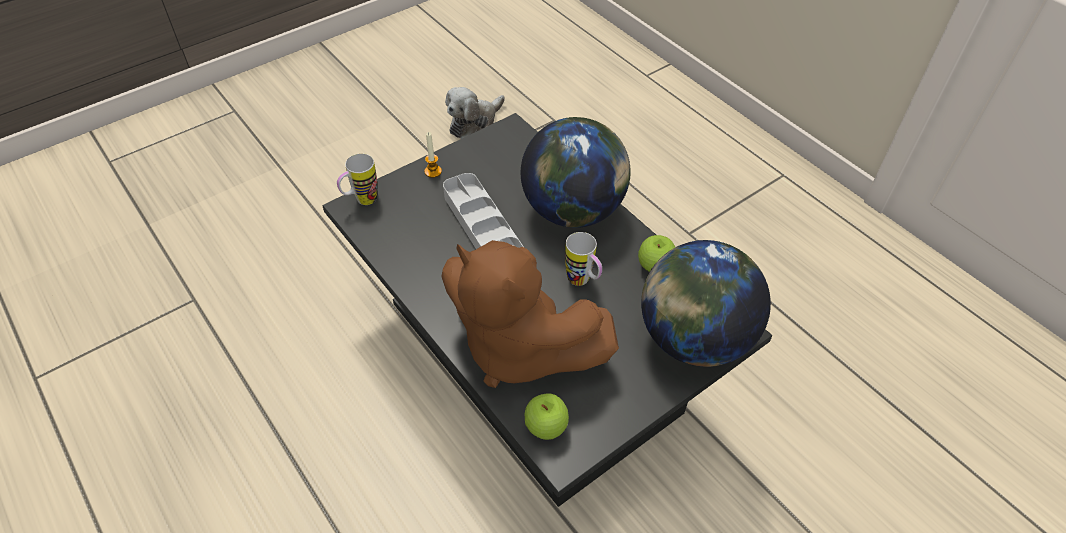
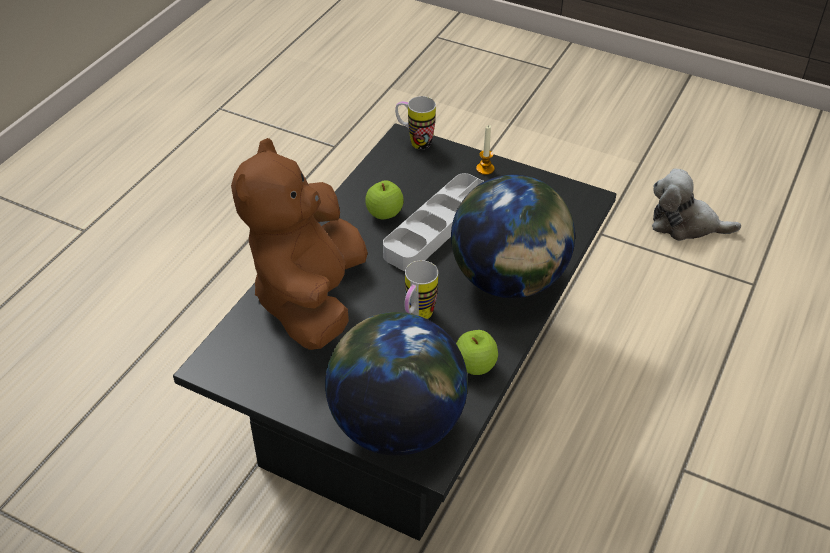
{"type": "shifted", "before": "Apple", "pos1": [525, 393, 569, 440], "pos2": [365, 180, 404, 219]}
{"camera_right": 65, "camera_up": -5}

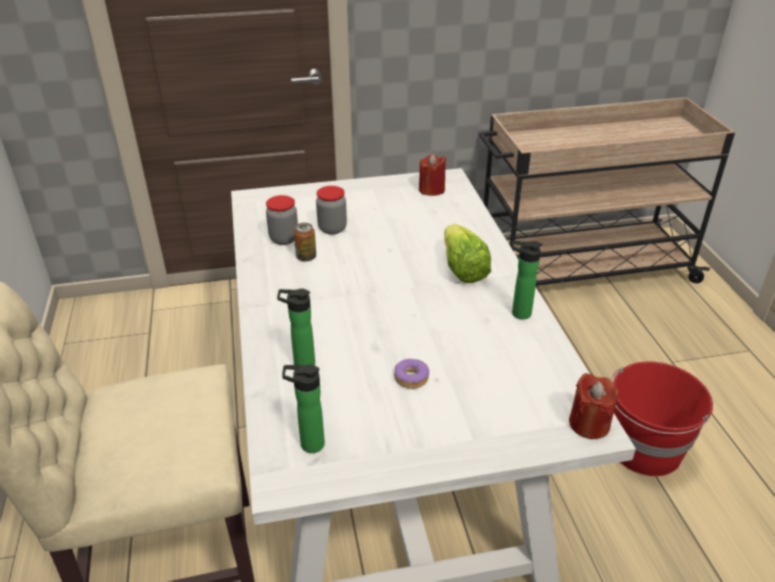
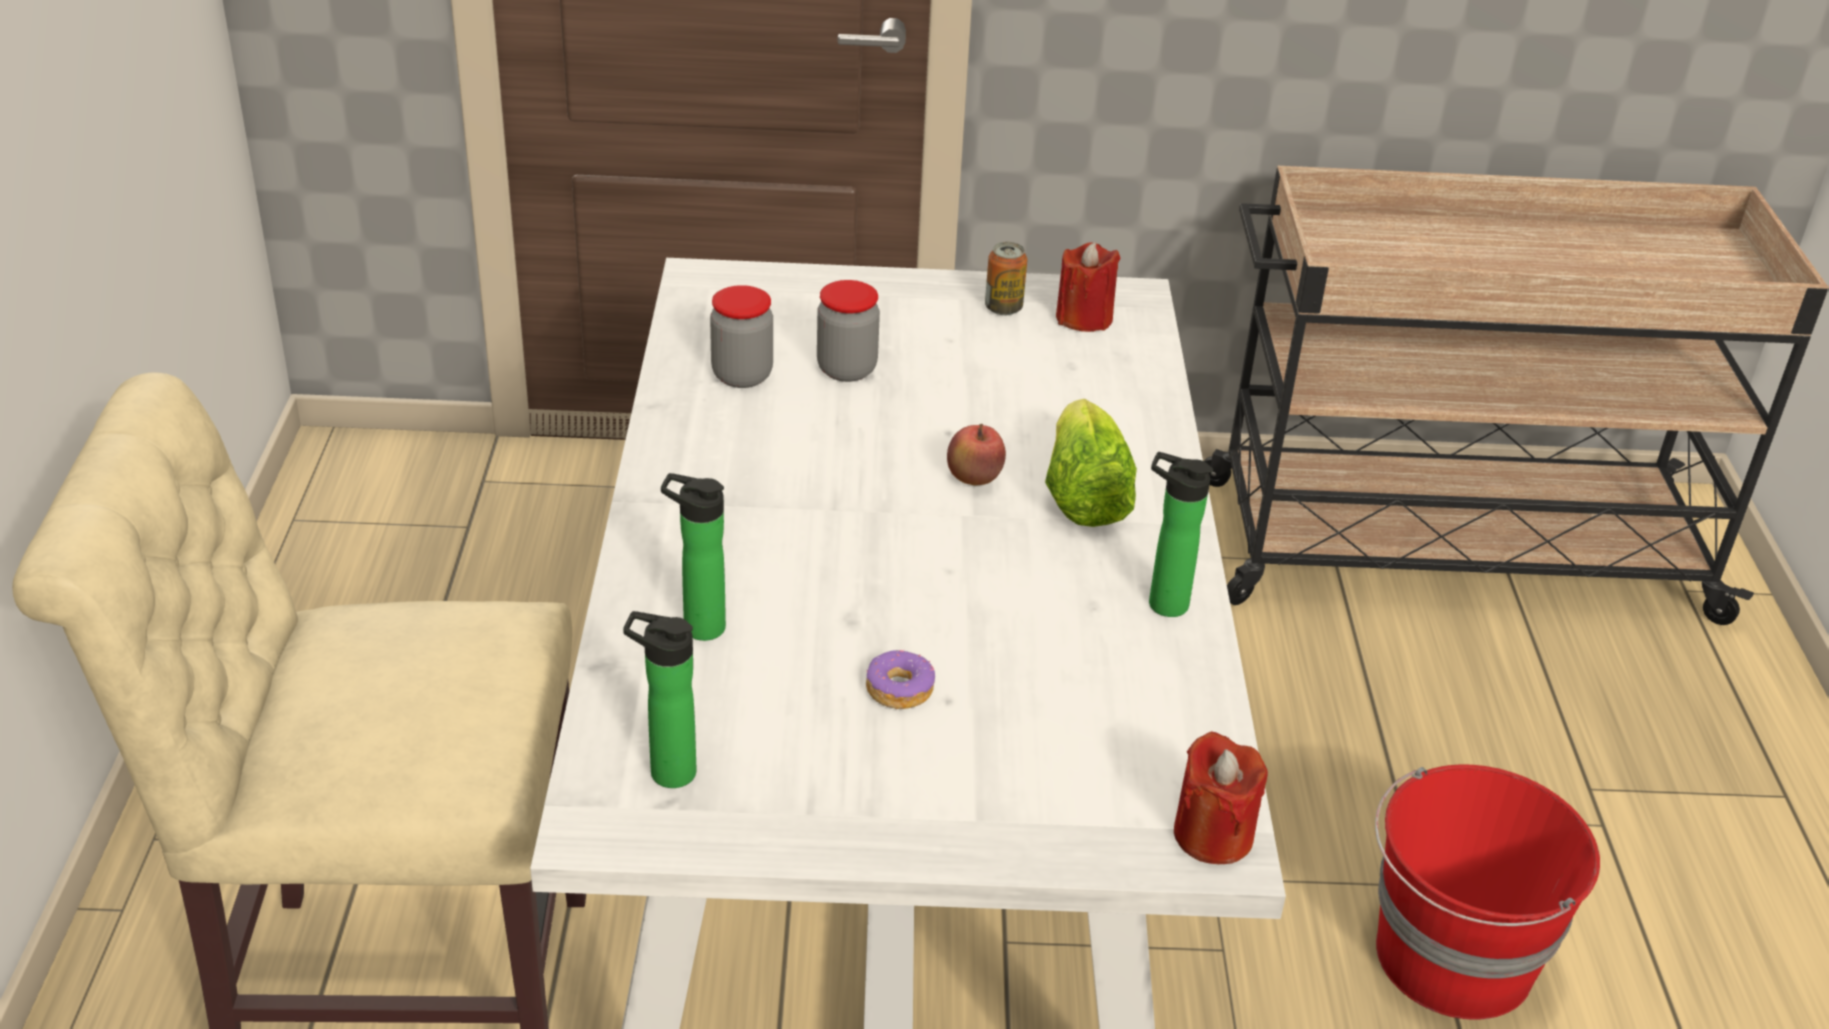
{"type": "new", "after": "Apple", "pos2": [947, 424, 1006, 485]}
{"type": "shifted", "before": "Can", "pos1": [294, 223, 316, 262], "pos2": [985, 242, 1027, 315]}
{"camera_right": 10, "camera_up": 0}

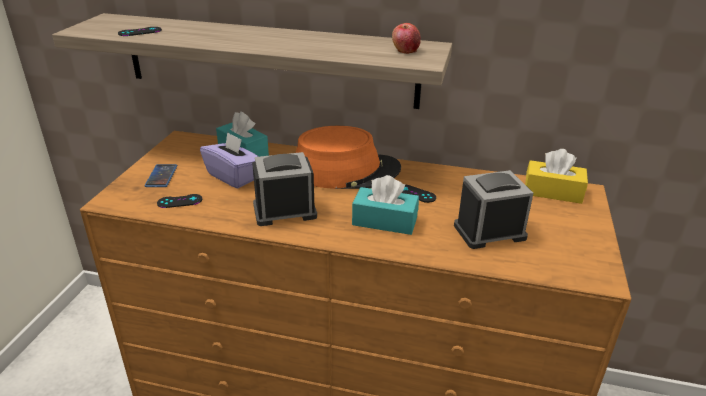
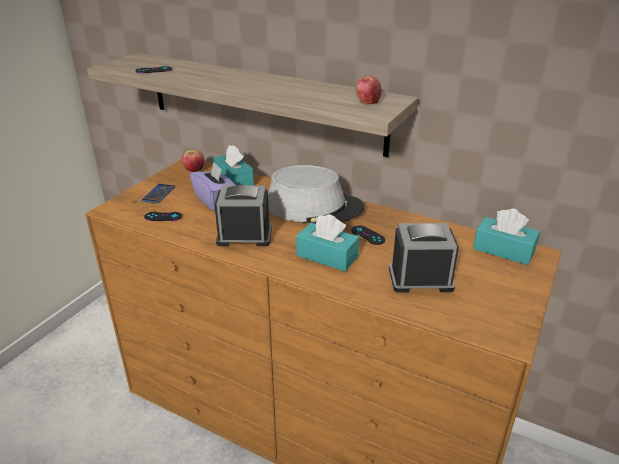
{"type": "new", "after": "Apple", "pos2": [182, 150, 205, 172]}
{"type": "repainted", "before": "OrangeHat", "after": "GreyHat", "pos1": [295, 126, 401, 189], "pos2": [268, 165, 364, 224]}
{"type": "repainted", "before": "YellowTissueBox", "after": "TurquoiseTissueBox", "pos1": [525, 149, 588, 204], "pos2": [473, 209, 540, 265]}
{"camera_right": 15, "camera_up": 0}

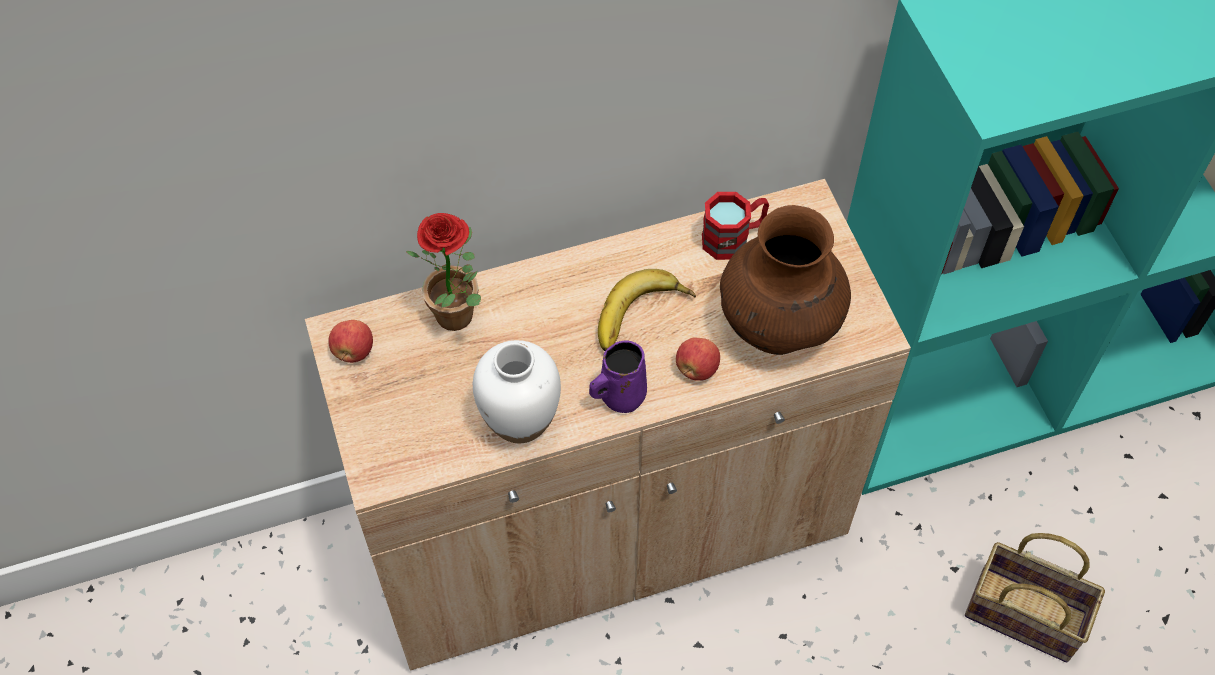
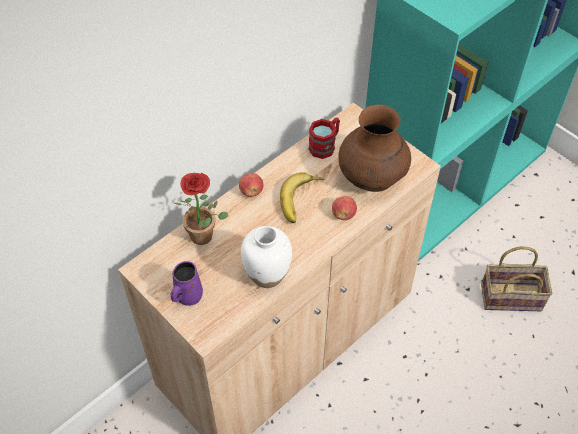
{"type": "shifted", "before": "PurpleMug", "pos1": [589, 340, 647, 413], "pos2": [170, 261, 203, 306]}
{"type": "shifted", "before": "Apple", "pos1": [329, 320, 373, 363], "pos2": [239, 173, 263, 197]}
{"camera_right": -25, "camera_up": -5}

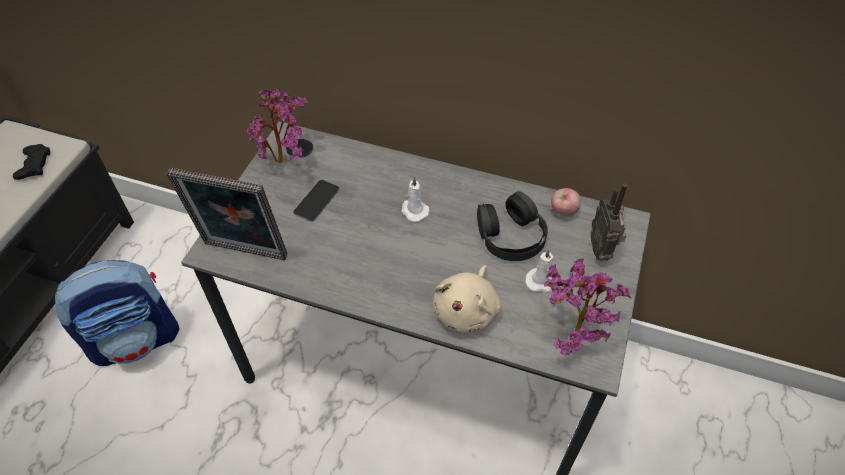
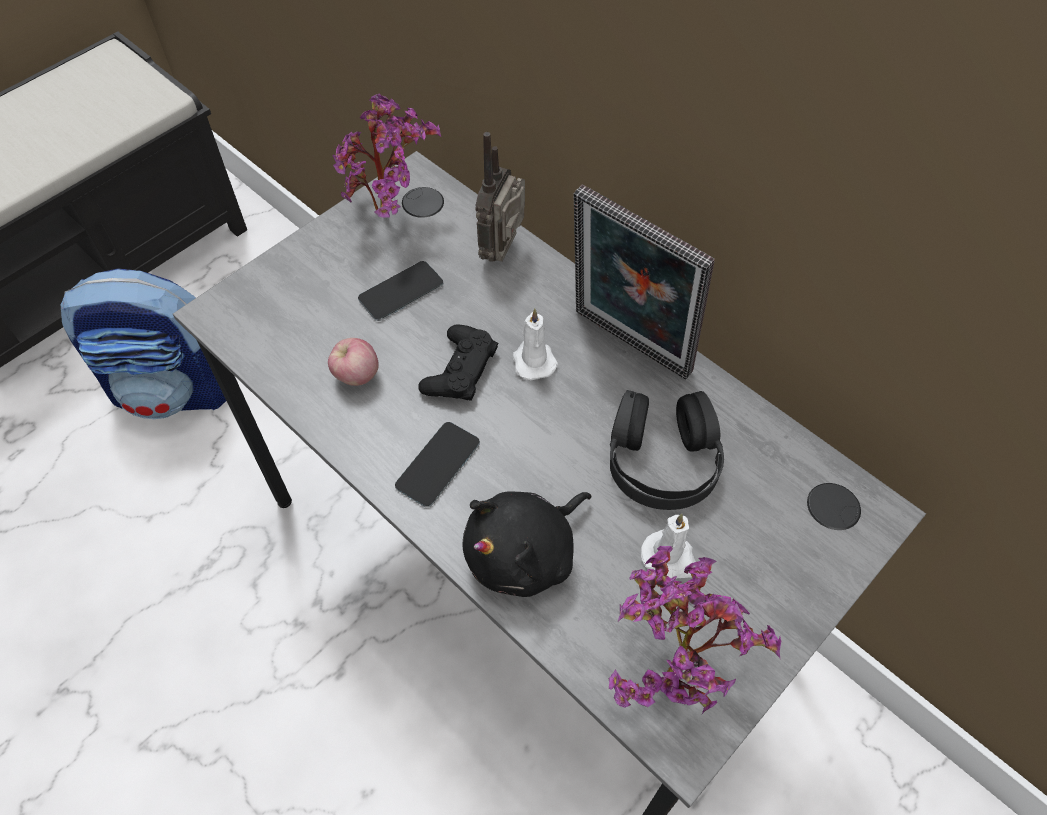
{"type": "shifted", "before": "Apple", "pos1": [551, 188, 581, 216], "pos2": [328, 338, 379, 386]}
{"type": "new", "after": "Phone", "pos2": [395, 422, 480, 507]}
{"type": "shifted", "before": "BlackGameController", "pos1": [13, 144, 50, 180], "pos2": [418, 324, 498, 401]}
{"type": "repainted", "before": "BeigePlushToy", "after": "BlackPlushToy", "pos1": [433, 265, 501, 333], "pos2": [462, 492, 591, 597]}
{"type": "shifted", "before": "Radio", "pos1": [591, 183, 627, 261], "pos2": [475, 132, 525, 262]}
{"type": "shifted", "before": "PictureFrame", "pos1": [167, 168, 287, 260], "pos2": [574, 185, 715, 380]}
{"camera_right": 25, "camera_up": 5}

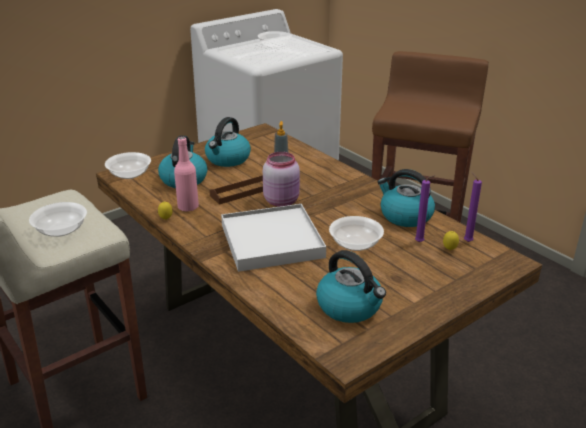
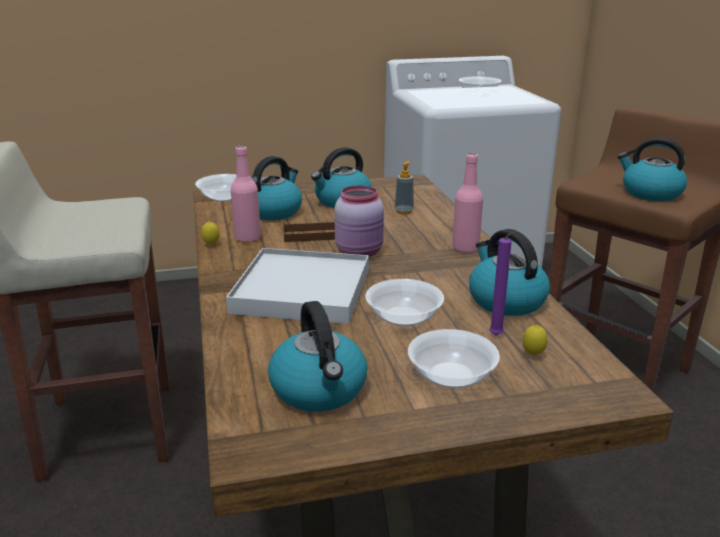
{"type": "shifted", "before": "Bowl", "pos1": [29, 202, 87, 237], "pos2": [408, 329, 500, 388]}
{"type": "new", "after": "PinkBottle", "pos2": [452, 153, 483, 253]}
{"type": "new", "after": "Kettle", "pos2": [618, 137, 687, 201]}
{"type": "gone", "before": "PurpleCandle", "pos1": [464, 172, 482, 242]}
{"camera_right": 25, "camera_up": -5}

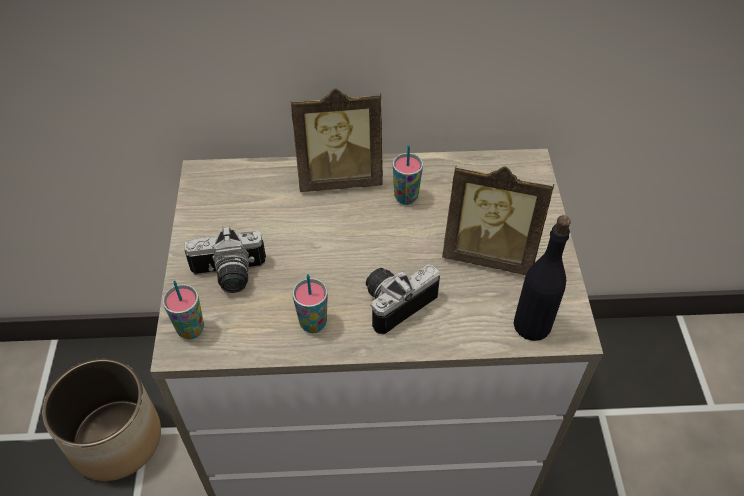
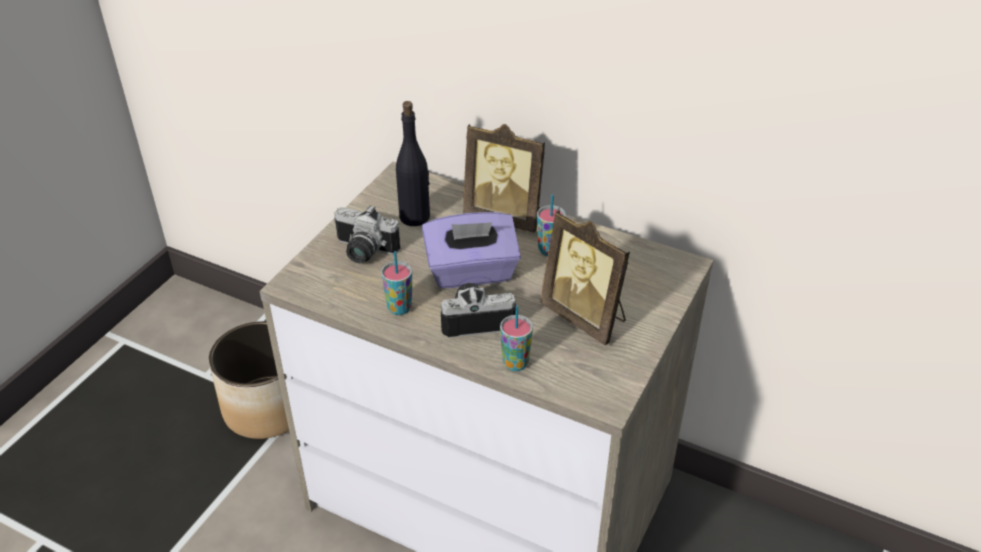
{"type": "shifted", "before": "BlackBottle", "pos1": [514, 215, 571, 341], "pos2": [396, 101, 430, 226]}
{"type": "new", "after": "PurpleTissueBox", "pos2": [422, 212, 521, 288]}
{"type": "shifted", "before": "Cup", "pos1": [163, 281, 204, 339], "pos2": [500, 306, 533, 371]}
{"camera_right": 30, "camera_up": -10}

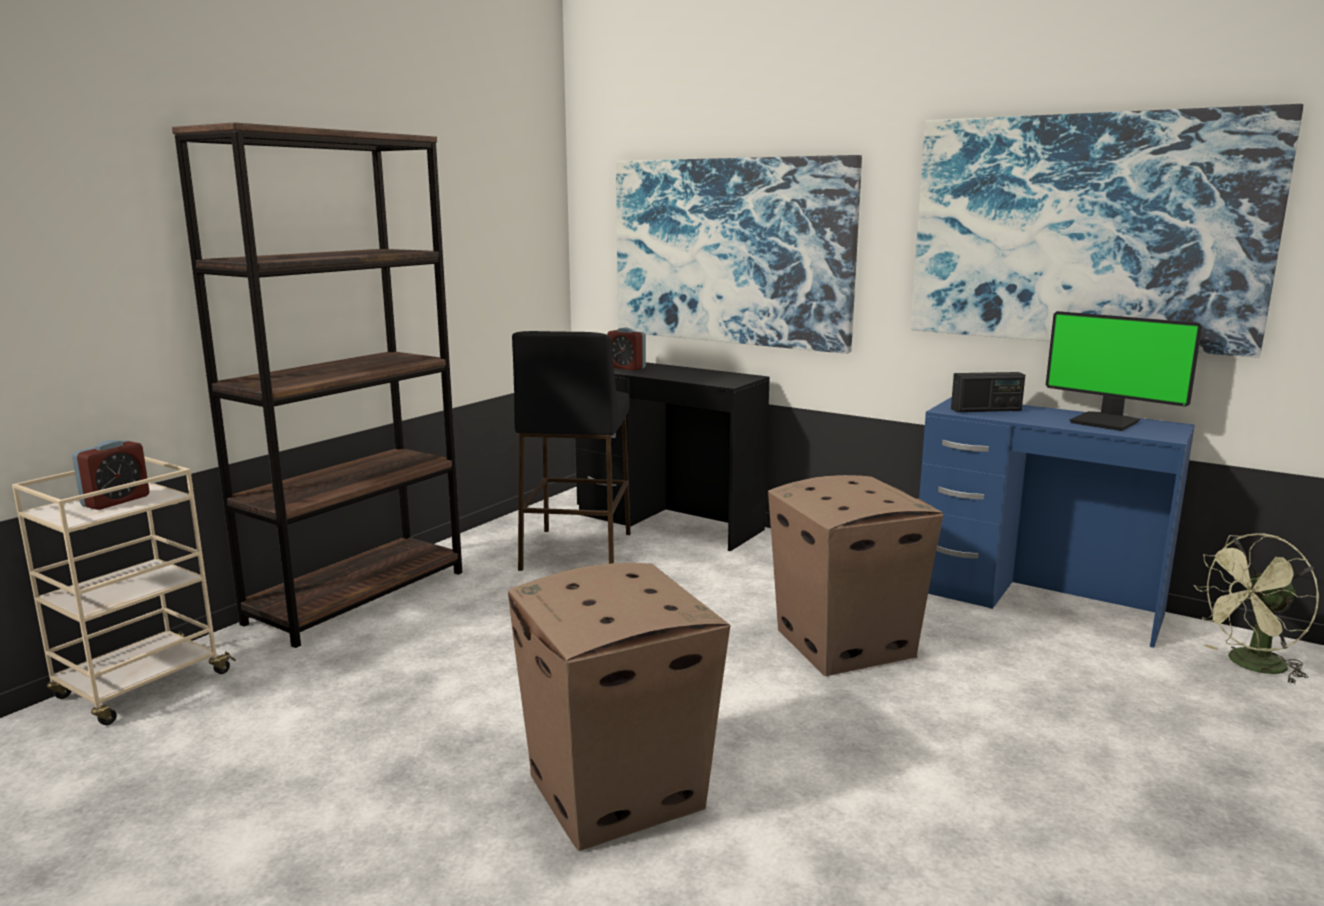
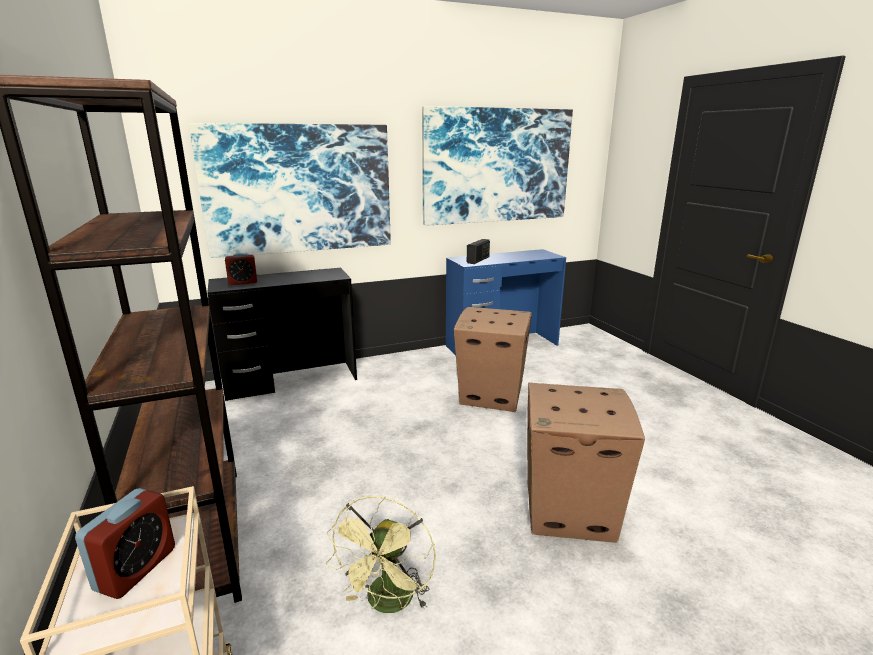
{"type": "rotated", "before": "AlarmClock", "pos1": [72, 440, 150, 510], "pos2": [75, 488, 175, 599], "turn": 45}
{"type": "shifted", "before": "GreenFan", "pos1": [1193, 533, 1319, 684], "pos2": [326, 496, 436, 613]}
{"type": "gone", "before": "BlackStool", "pos1": [512, 331, 631, 571]}
{"type": "gone", "before": "Monitor", "pos1": [1046, 311, 1202, 431]}
{"camera_right": -55, "camera_up": 5}

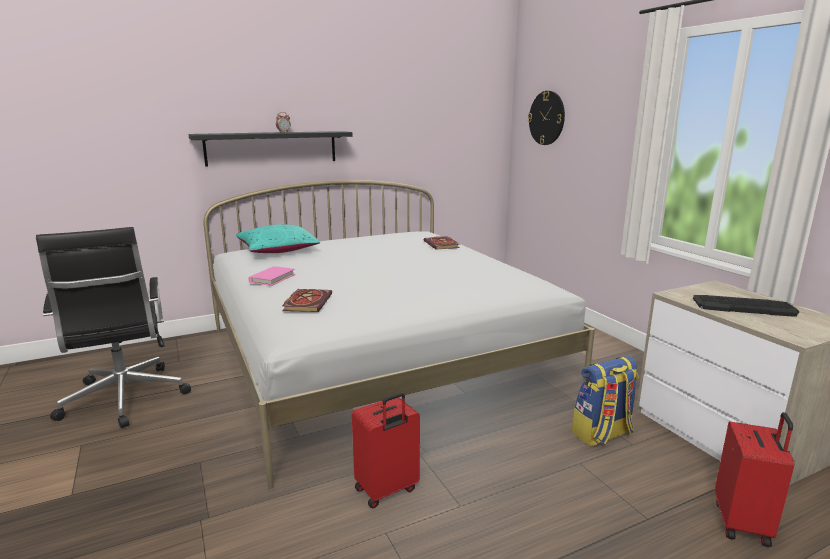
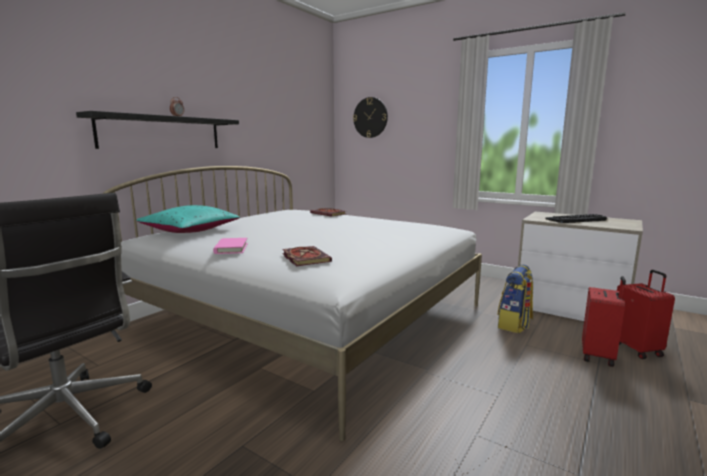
{"type": "shifted", "before": "RedSuitcase", "pos1": [352, 393, 420, 508], "pos2": [582, 276, 626, 367]}
{"camera_right": -30, "camera_up": -5}

